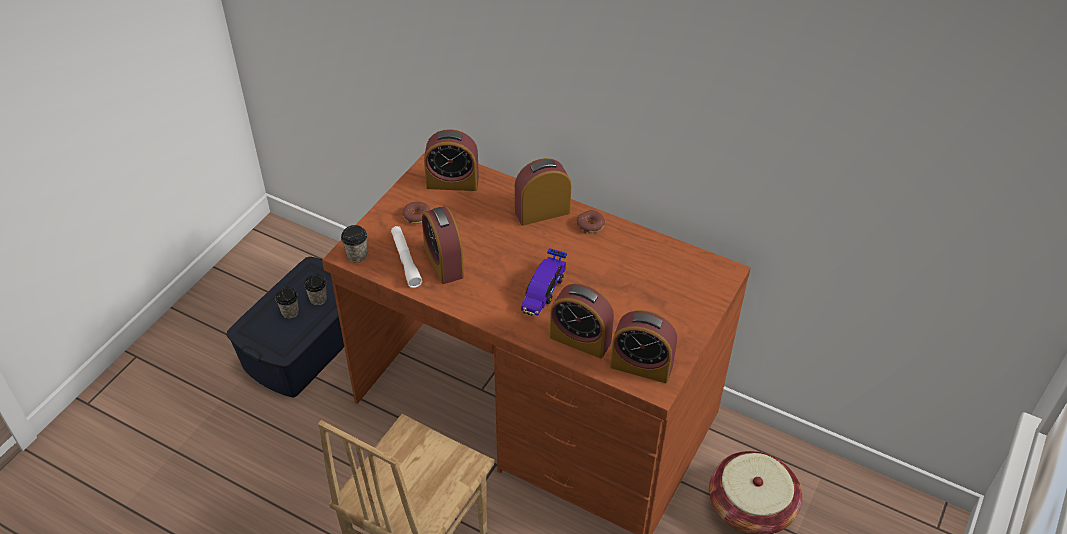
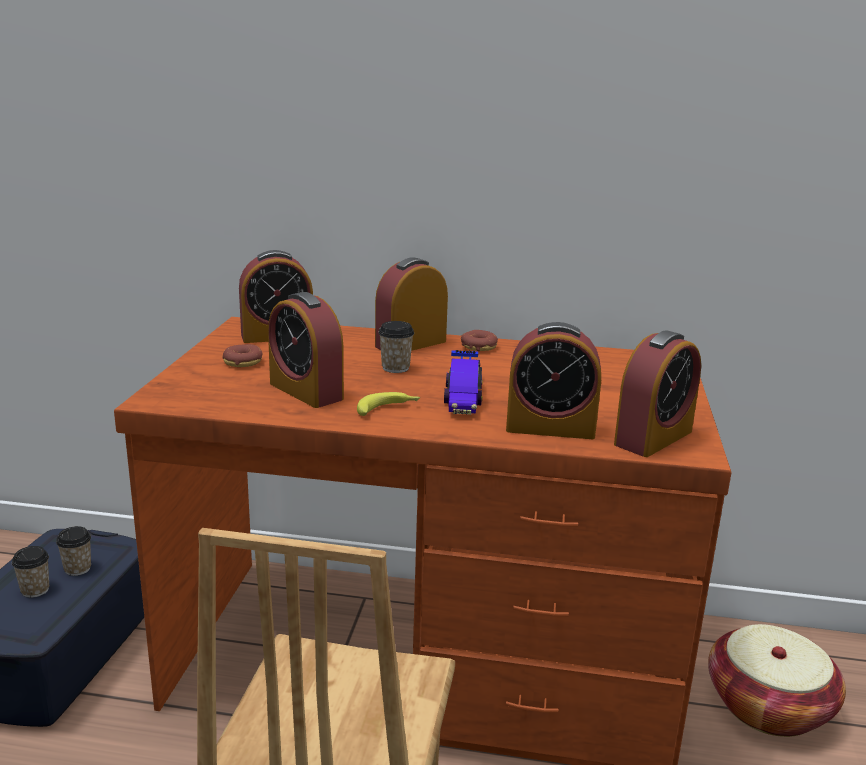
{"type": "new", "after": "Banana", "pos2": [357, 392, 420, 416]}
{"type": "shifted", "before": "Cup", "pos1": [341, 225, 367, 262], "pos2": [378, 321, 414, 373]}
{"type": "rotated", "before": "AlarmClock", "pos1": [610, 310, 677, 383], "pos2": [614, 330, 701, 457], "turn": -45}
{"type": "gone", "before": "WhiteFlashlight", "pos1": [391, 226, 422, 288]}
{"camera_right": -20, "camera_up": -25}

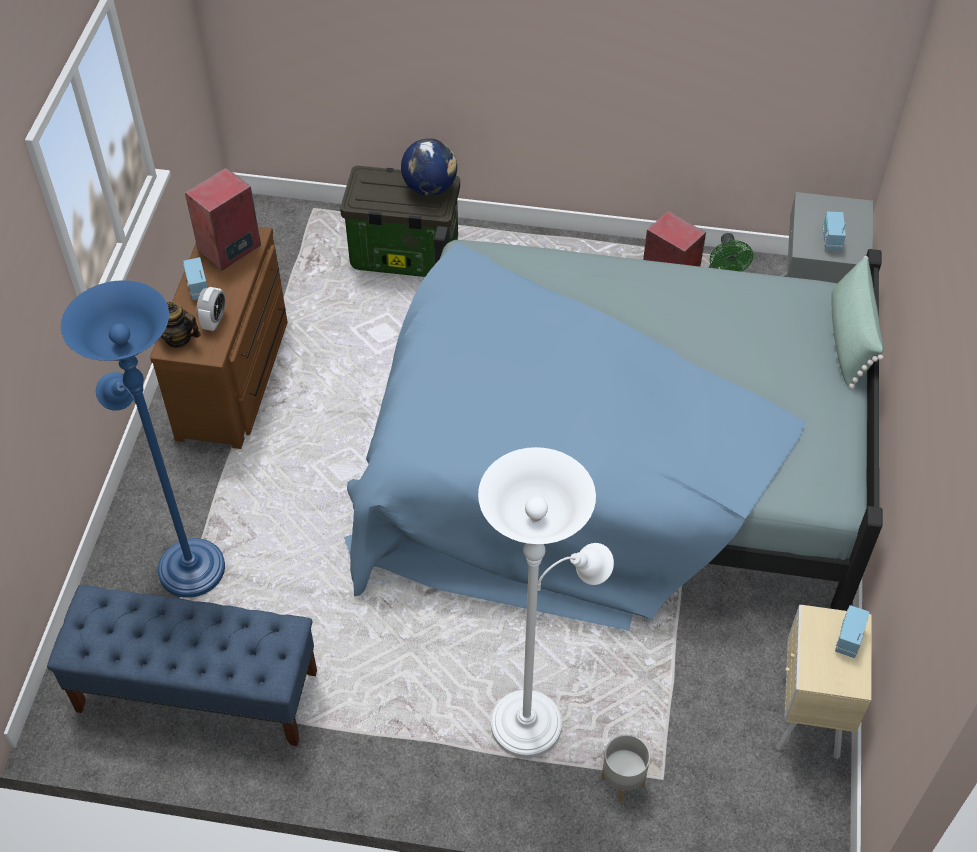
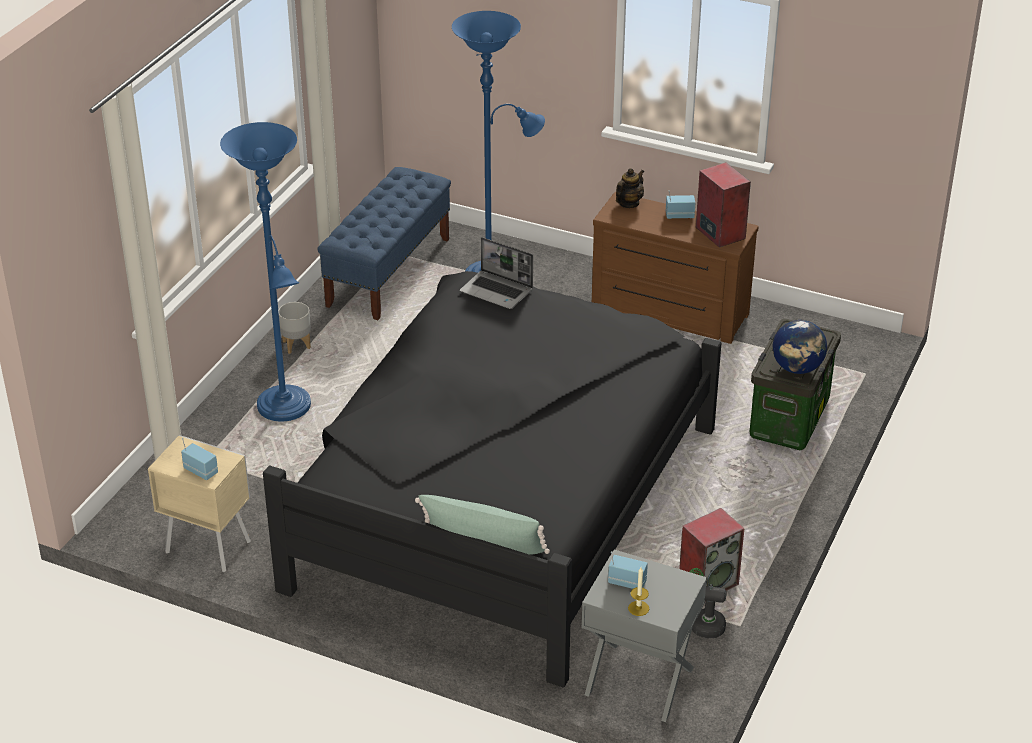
{"type": "repainted", "before": "WhiteFloorLamp", "after": "BlueFloorLamp", "pos1": [478, 447, 614, 758], "pos2": [220, 122, 311, 422]}
{"type": "repainted", "before": "BlueBed", "after": "BlackBed", "pos1": [344, 226, 882, 631], "pos2": [263, 271, 721, 687]}
{"type": "shifted", "before": "GreyPlanter", "pos1": [601, 735, 650, 802], "pos2": [278, 302, 311, 354]}
{"type": "new", "after": "Laptop", "pos2": [460, 237, 533, 309]}
{"type": "new", "after": "Candle", "pos2": [628, 567, 649, 616]}
{"type": "gone", "before": "AlarmClock", "pos1": [196, 287, 225, 331]}
{"camera_right": 105, "camera_up": -15}

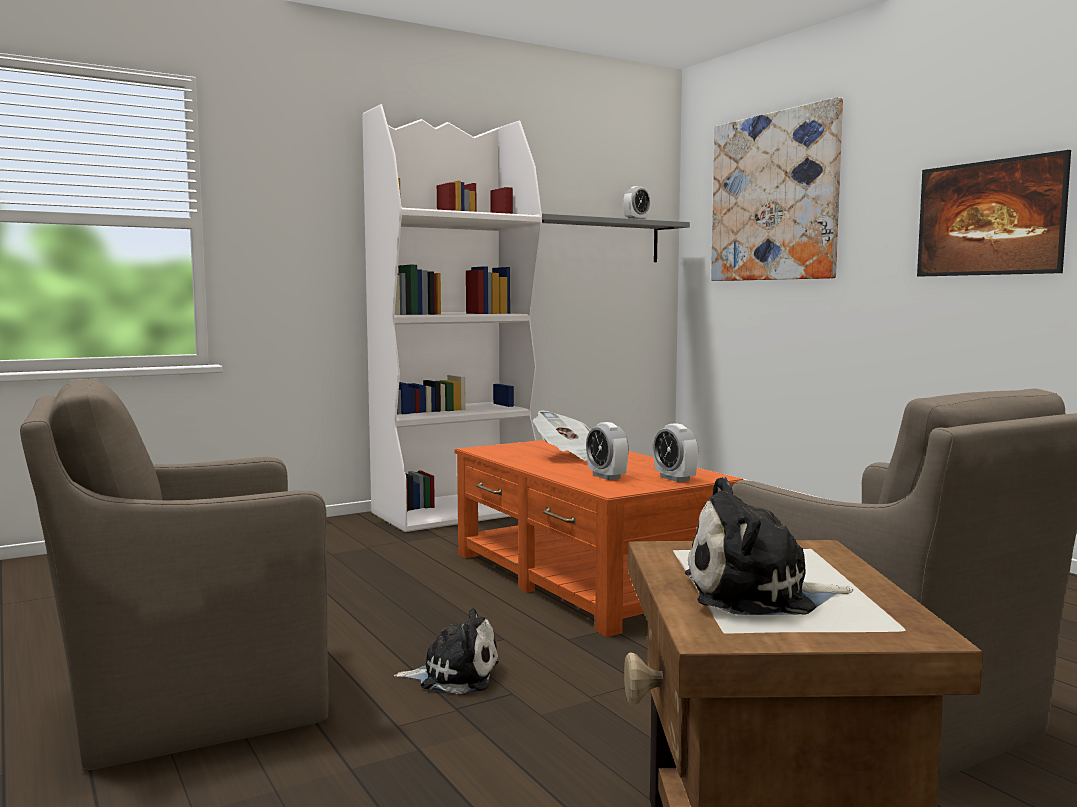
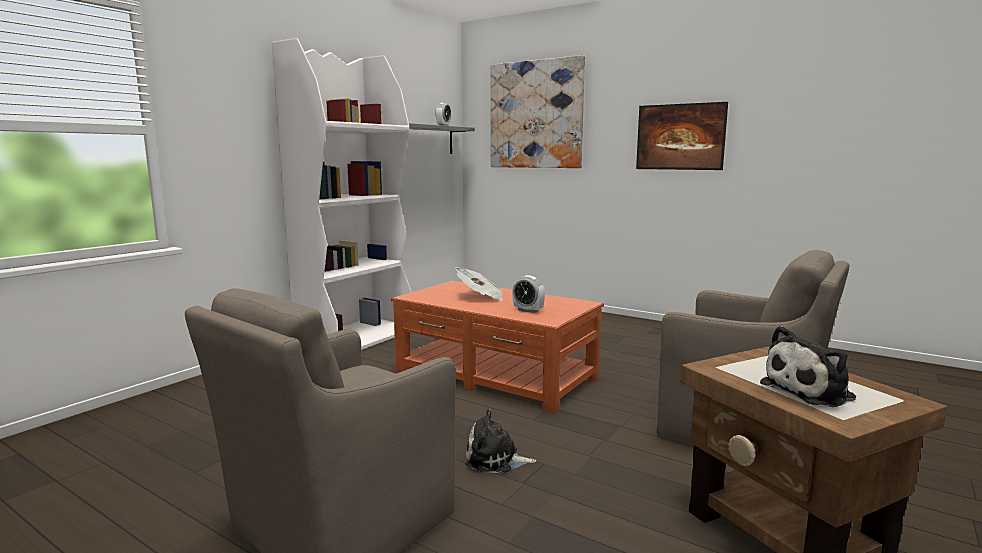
{"type": "rotated", "before": "PlushToy", "pos1": [394, 608, 499, 694], "pos2": [465, 409, 537, 473], "turn": -150}
{"type": "gone", "before": "AlarmClock", "pos1": [653, 423, 698, 482]}
{"camera_right": -25, "camera_up": 5}

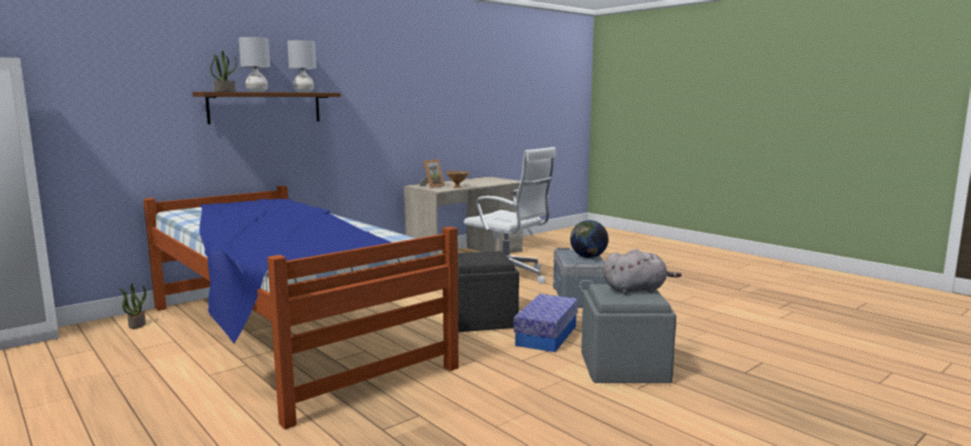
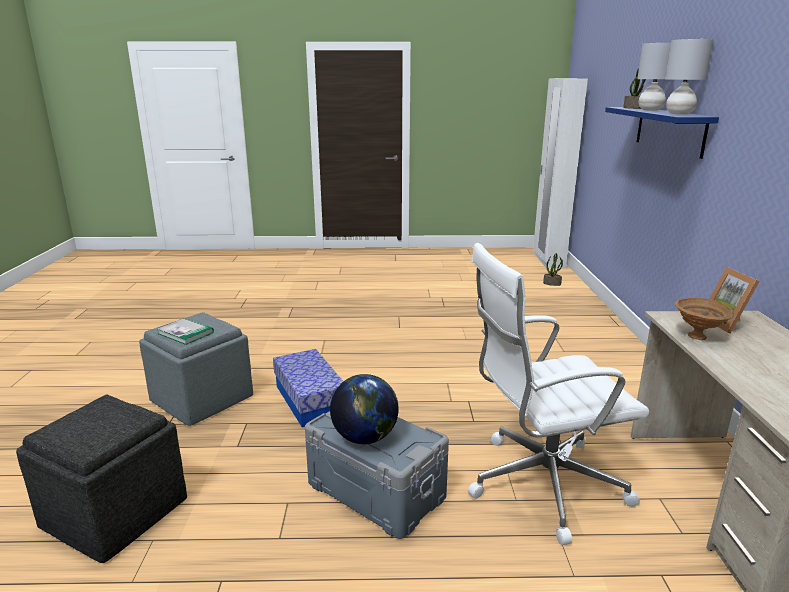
{"type": "shifted", "before": "GreyOttoman", "pos1": [458, 251, 519, 332], "pos2": [16, 395, 187, 563]}
{"type": "swapped", "before": "GreyPlushToy", "after": "Book", "pos1": [604, 249, 682, 295], "pos2": [157, 318, 214, 345]}
{"type": "repainted", "before": "BrownShelf", "after": "BlueShelf", "pos1": [192, 92, 341, 124], "pos2": [605, 107, 719, 159]}
{"type": "gone", "before": "Bed", "pos1": [143, 186, 459, 429]}
{"camera_right": 130, "camera_up": 10}

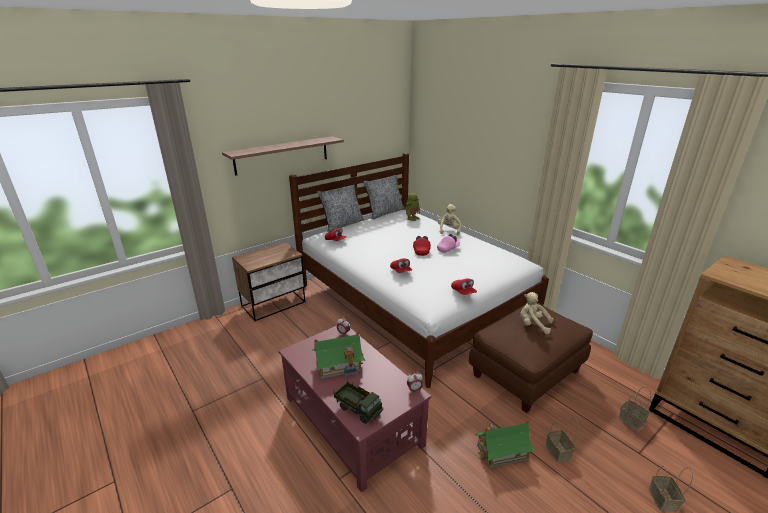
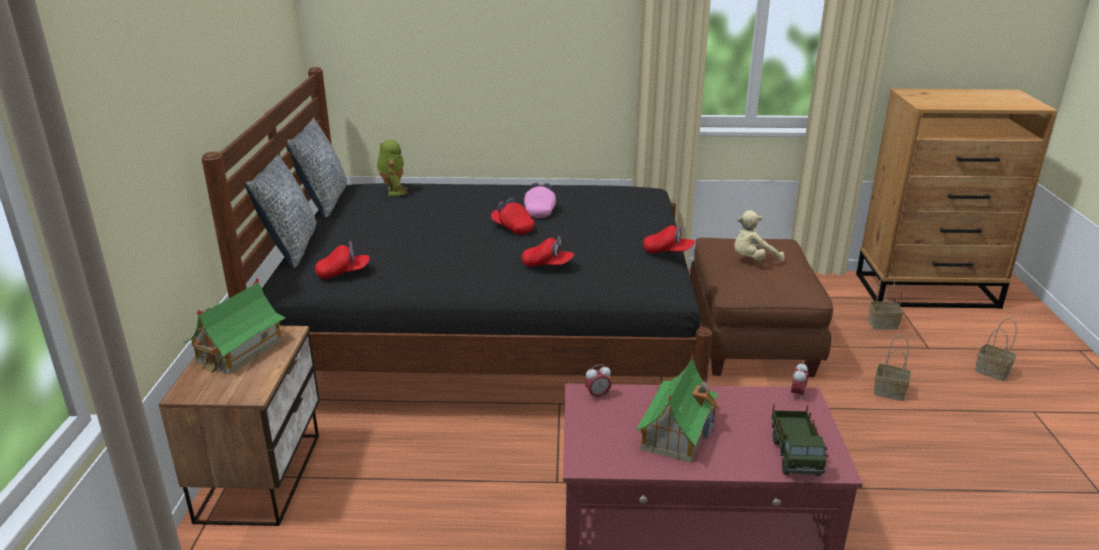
{"type": "shifted", "before": "ToyHouse", "pos1": [475, 421, 535, 468], "pos2": [183, 278, 286, 375]}
{"type": "repainted", "before": "WhiteBed", "after": "BlackBed", "pos1": [289, 153, 549, 388], "pos2": [201, 67, 712, 383]}
{"type": "rotated", "before": "ToyTruck", "pos1": [334, 381, 383, 424], "pos2": [771, 404, 828, 476], "turn": 105}
{"type": "gone", "before": "Shelf", "pos1": [222, 136, 344, 175]}
{"type": "gone", "before": "BeigePlushToy", "pos1": [438, 204, 462, 235]}
{"camera_right": -50, "camera_up": 0}

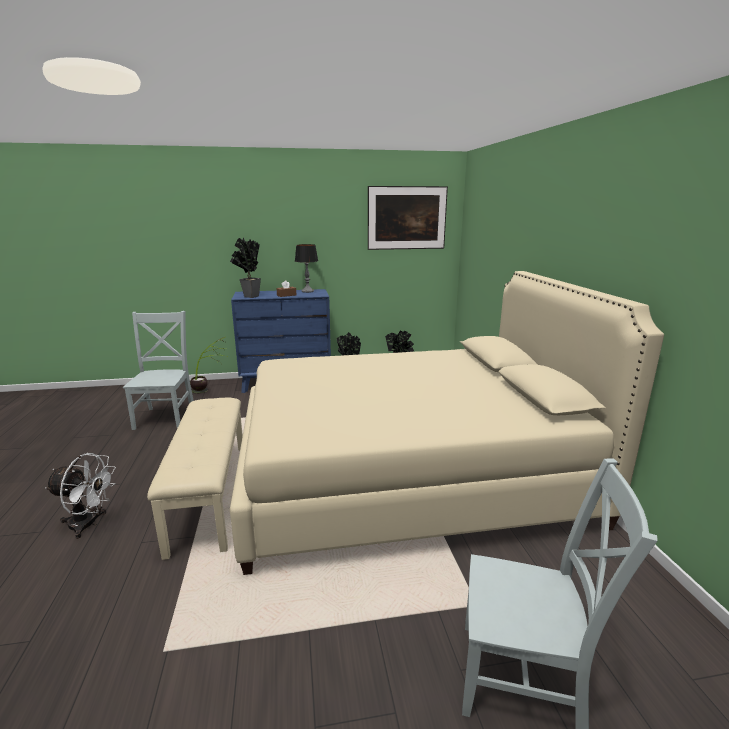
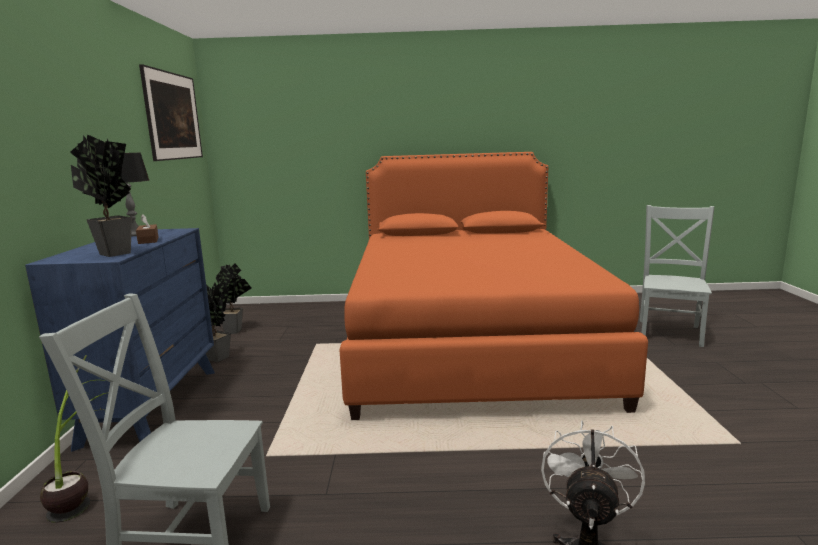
{"type": "repainted", "before": "BeigeBed", "after": "OrangeBed", "pos1": [230, 271, 664, 575], "pos2": [339, 152, 648, 420]}
{"type": "gone", "before": "BeigeBench", "pos1": [147, 398, 243, 560]}
{"camera_right": -80, "camera_up": -5}

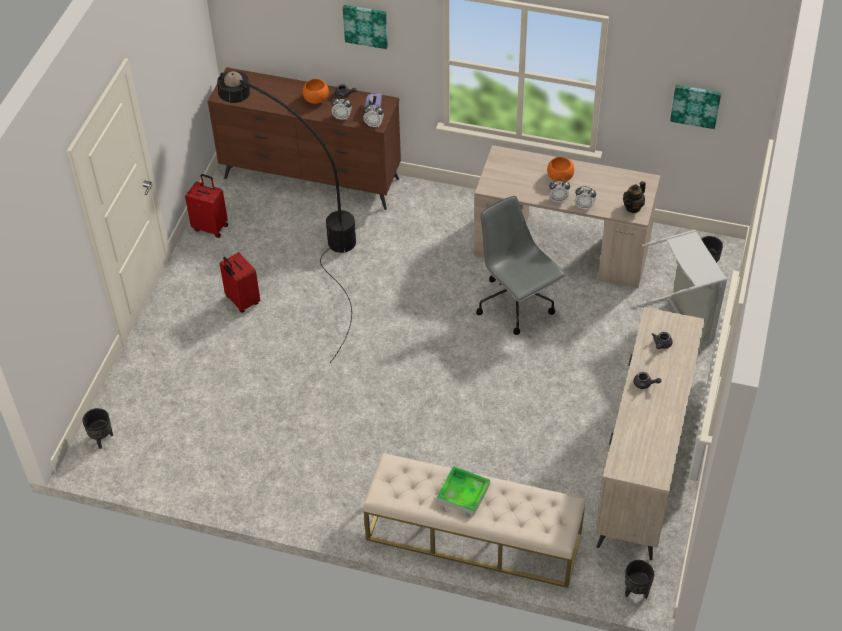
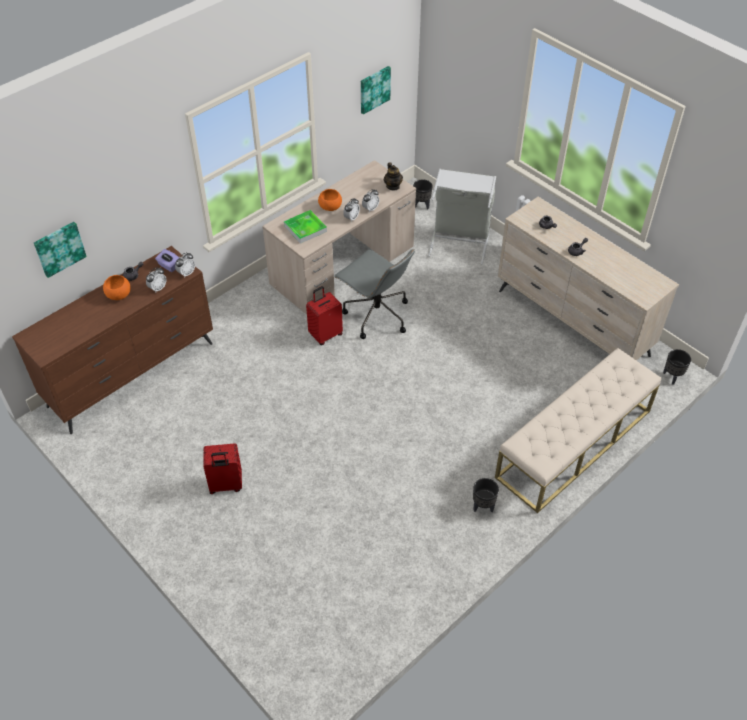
{"type": "shifted", "before": "Picture", "pos1": [343, 5, 388, 49], "pos2": [34, 222, 87, 278]}
{"type": "shifted", "before": "Tray", "pos1": [436, 466, 490, 516], "pos2": [284, 210, 327, 244]}
{"type": "shifted", "before": "RedSuitcase", "pos1": [185, 174, 228, 238], "pos2": [306, 286, 343, 345]}
{"type": "rotated", "before": "GreyOfficeChair", "pos1": [476, 196, 566, 335], "pos2": [334, 249, 415, 339], "turn": -135}
{"type": "shifted", "before": "BlackPlanter", "pos1": [82, 408, 113, 449], "pos2": [473, 478, 499, 512]}
{"type": "gone", "before": "BlackFloorLamp", "pos1": [217, 71, 356, 363]}
{"camera_right": -60, "camera_up": 0}

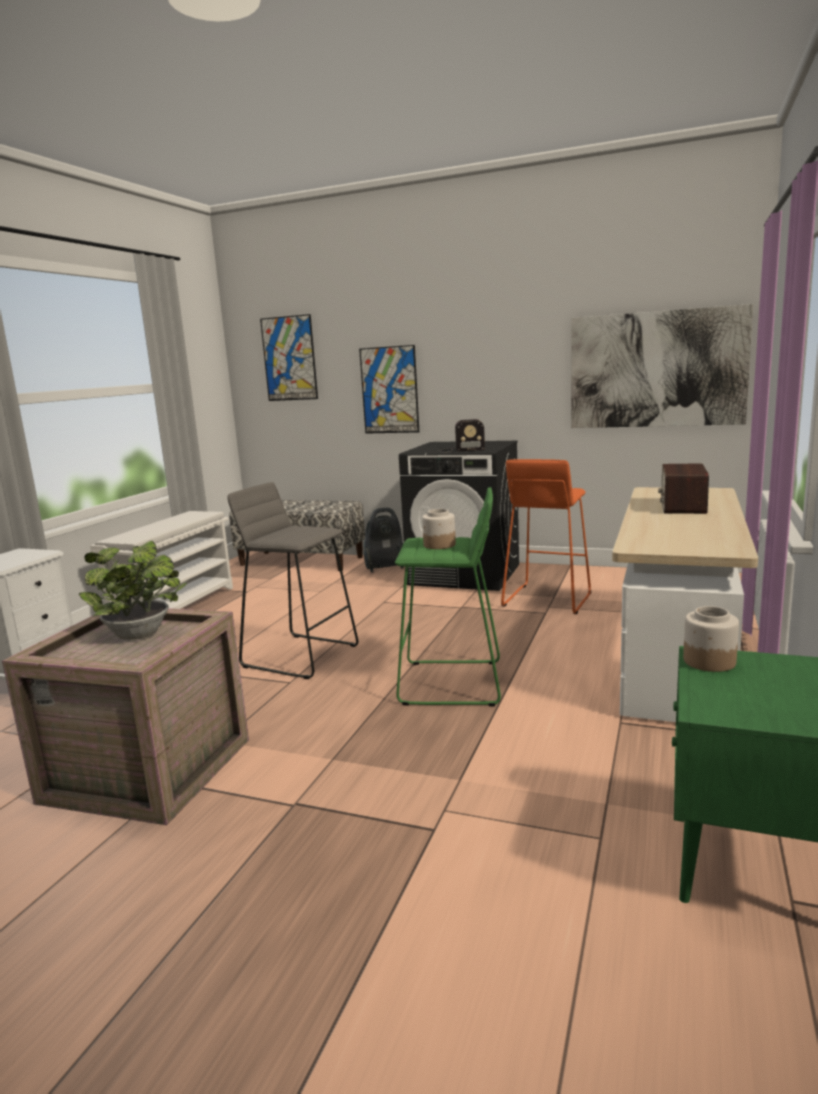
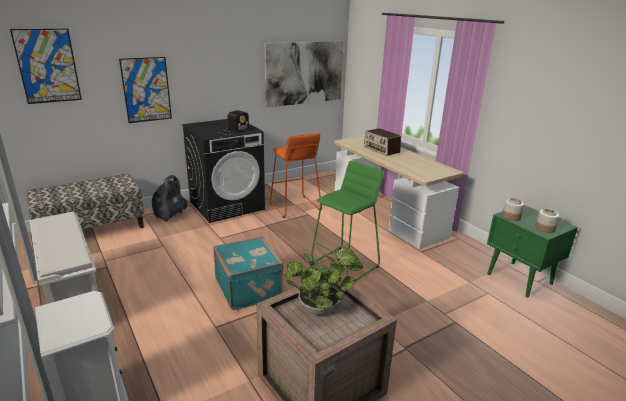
{"type": "swapped", "before": "GreyStool", "after": "TurquoiseSuitcase", "pos1": [227, 482, 358, 679], "pos2": [213, 236, 284, 310]}
{"type": "shifted", "before": "Jar", "pos1": [422, 509, 456, 549], "pos2": [535, 208, 559, 233]}
{"camera_right": -55, "camera_up": 10}

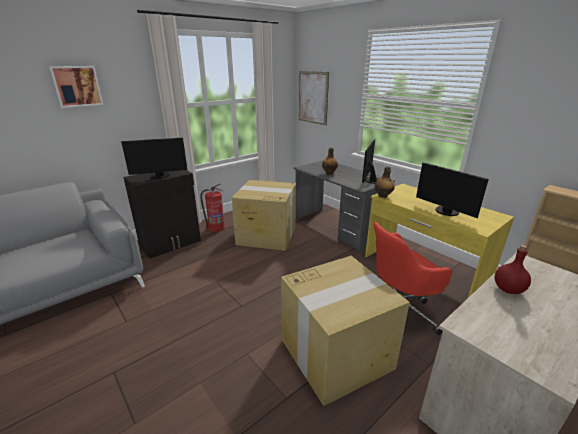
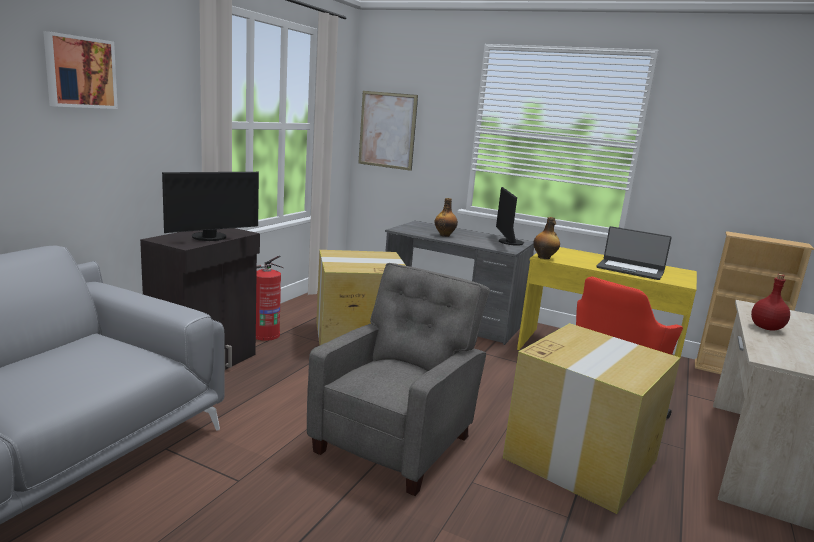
{"type": "new", "after": "GreyArmchair", "pos2": [307, 263, 490, 496]}
{"type": "swapped", "before": "Monitor", "after": "Laptop", "pos1": [416, 162, 489, 218], "pos2": [596, 226, 672, 280]}
{"camera_right": -25, "camera_up": -10}

